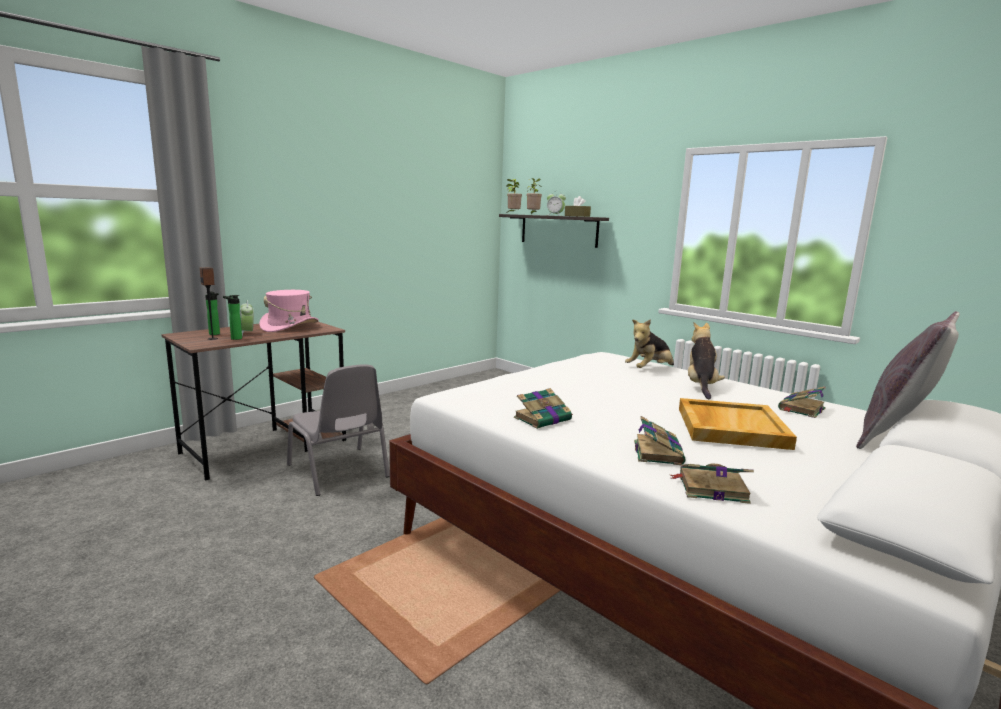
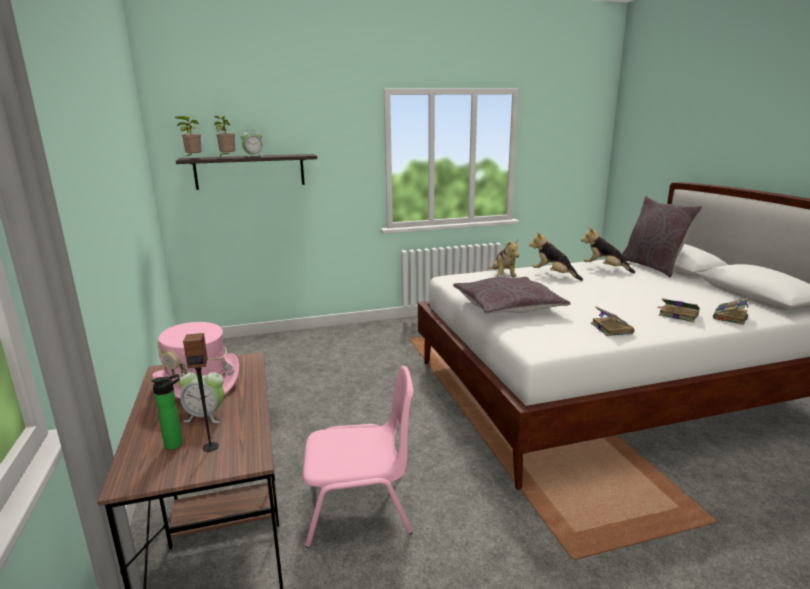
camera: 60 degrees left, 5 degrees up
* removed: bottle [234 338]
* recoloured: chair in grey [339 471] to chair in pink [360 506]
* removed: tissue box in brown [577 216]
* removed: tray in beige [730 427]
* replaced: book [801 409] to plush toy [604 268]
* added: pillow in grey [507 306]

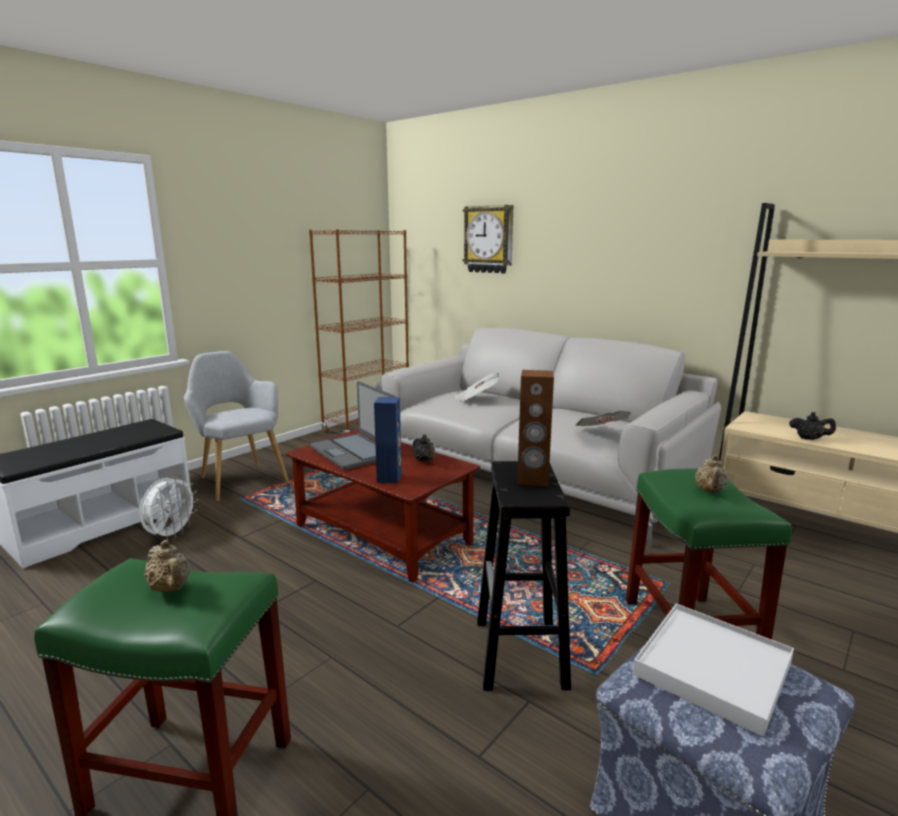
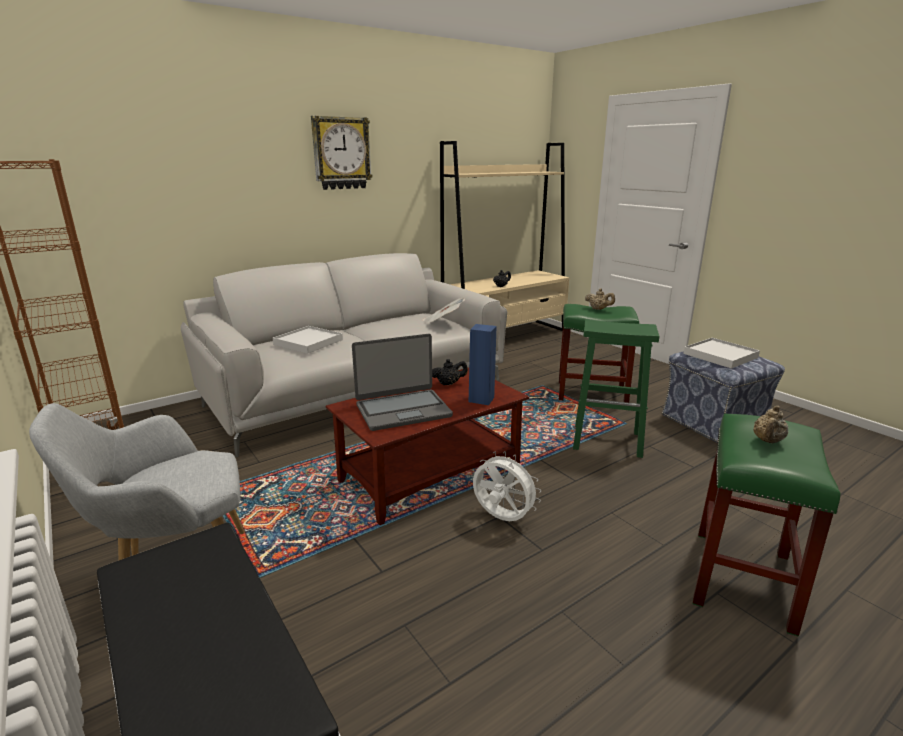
camera: 75 degrees left, 5 degrees up
* moved: fan in white [171 535] to [501 519]
* turned: teapot in beige [171 589] = [767 441] 150 degrees clockwise
* replaced: newspaper [477 399] to tray in white [308 342]
* moved: wall clock [489 239] to [341 153]
* recoloured: stool in black [520 654] to stool in green [608 441]
* removed: speaker in brown [533 479]

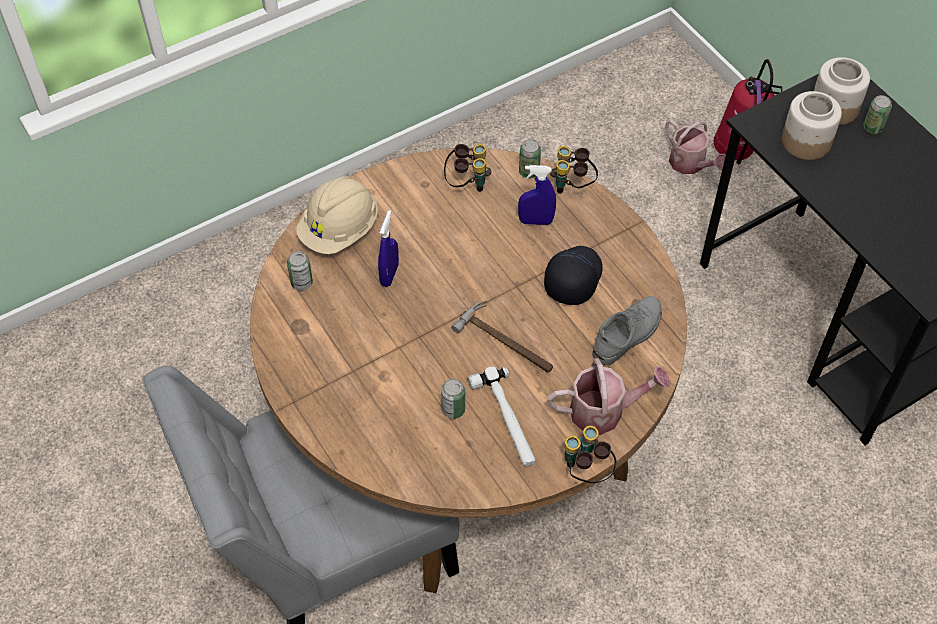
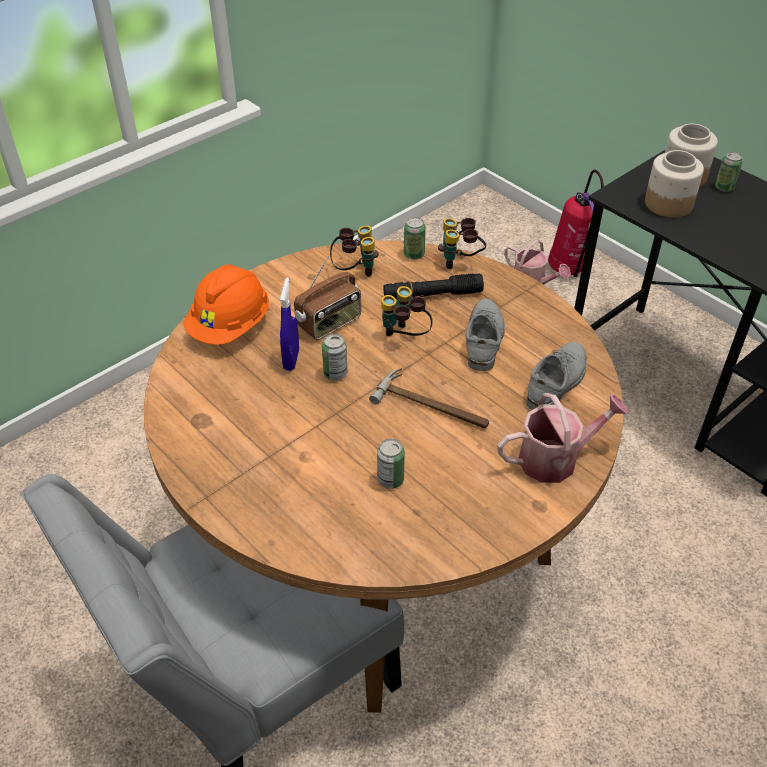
camera: 10 degrees left, 10 degrees down
* moved: can [302 283] to [335 373]
* recoloured: hard hat in beige [340 230] to hard hat in orange [230 326]
* removed: hammer [506 420]
* replaced: spray bottle in blue [535 221] to flashlight in black [432 295]
* replaced: cap in black [572 278] to shoe in grey [484 339]
* moved: binoculars [585 471] to [404 337]
* added: radio [329 323]

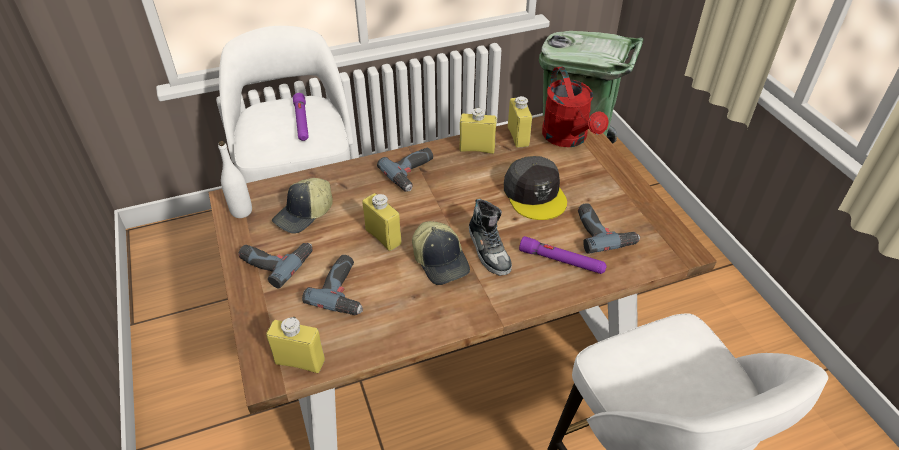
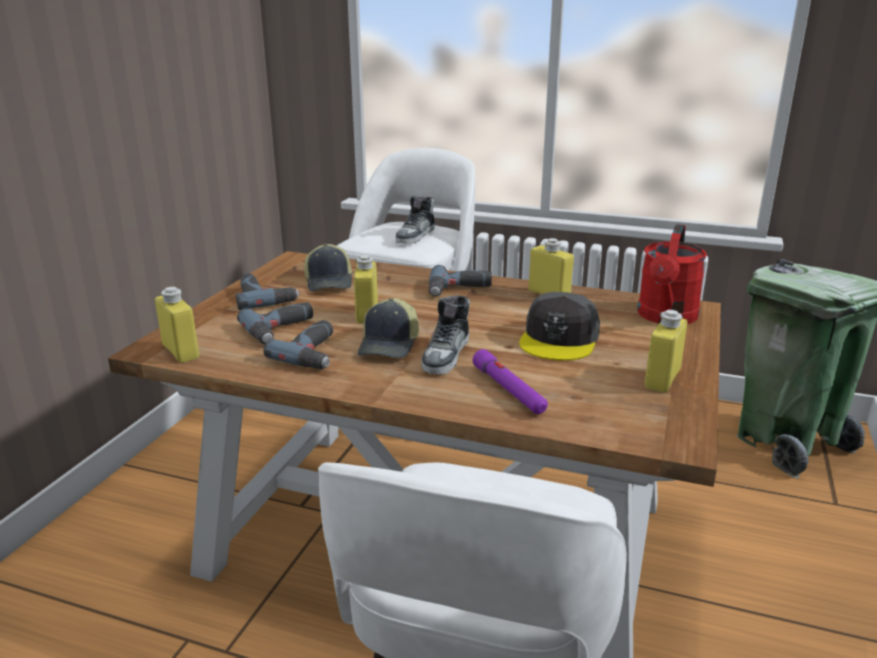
camera: 40 degrees right, 20 degrees down
* removed: bottle in white [241 211]
* turned: cap [304 214] = [330 282] 90 degrees counterclockwise
* replaced: flashlight in purple [302 122] to shoe [415 236]
* moved: bottle in yellow [518 137] to [662 379]
* moved: power drill [603 232] to [316 353]

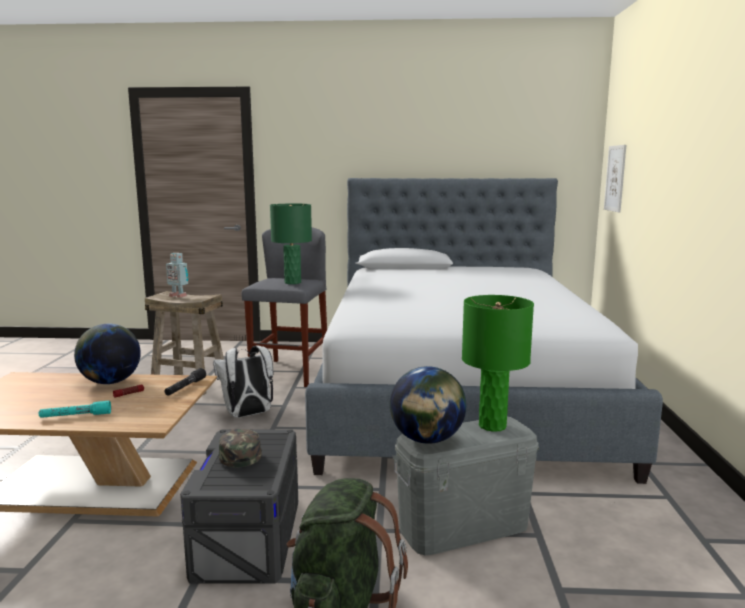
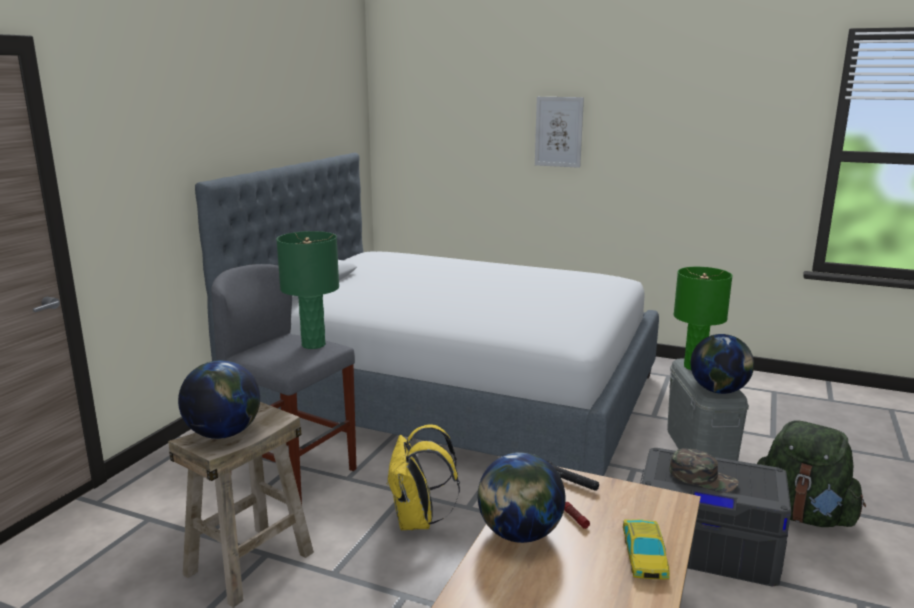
camera: 70 degrees left, 5 degrees up
* replaced: flashlight in turquoise [75 416] to toy car [644 555]
* replaced: toy robot [178 296] to globe [223 433]
* recoloured: backpack in white [248 415] to backpack in yellow [418 521]
* turned: cap in green [238 452] = [703 477] 150 degrees counterclockwise
* moved: picture [615 178] to [558 132]

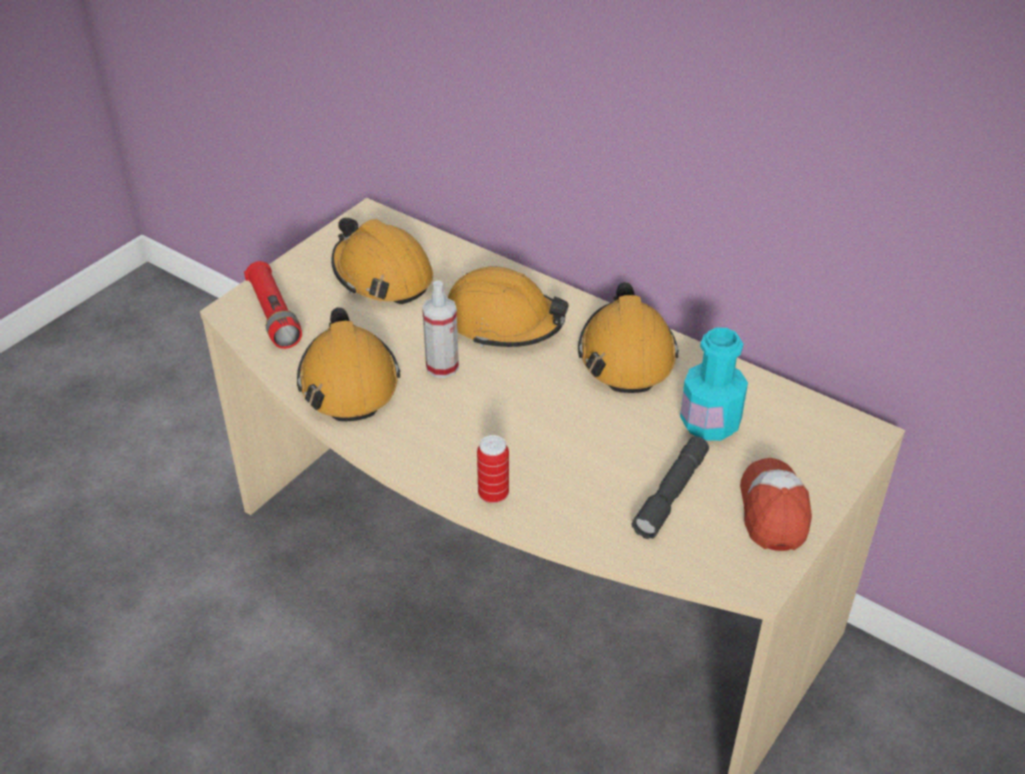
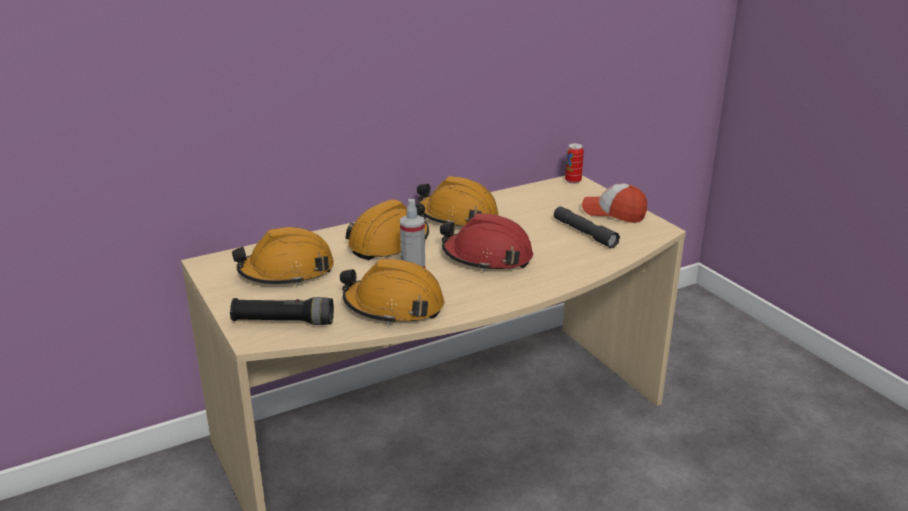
camera: 65 degrees left, 15 degrees down
* recoloured: flashlight in red [274 315] to flashlight in black [283 322]
* moved: can [493 494] to [573 181]
* removed: bottle in turquoise [710 423]
* added: hard hat in red [487 257]

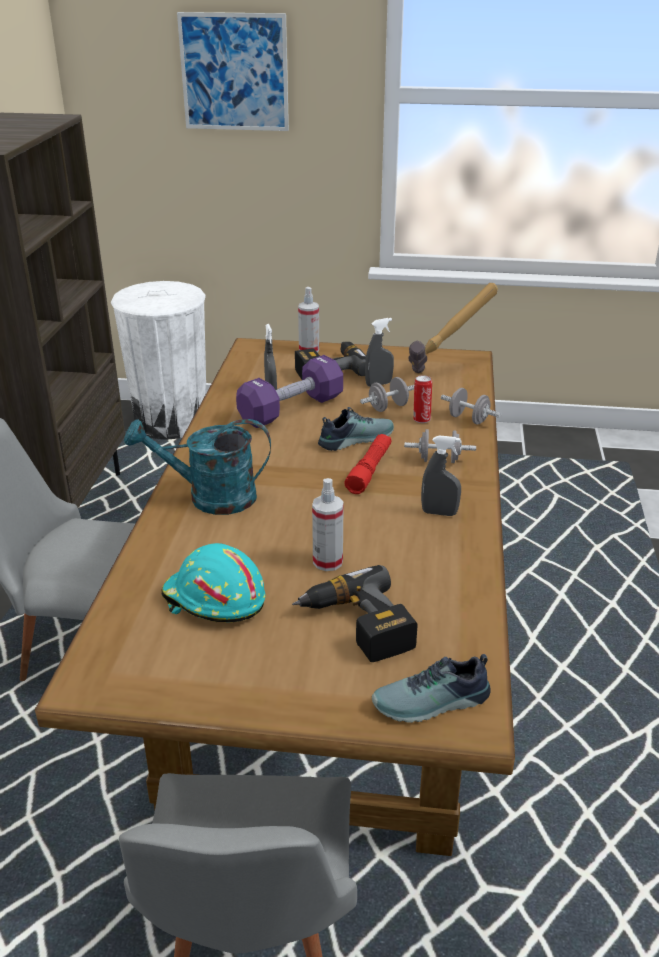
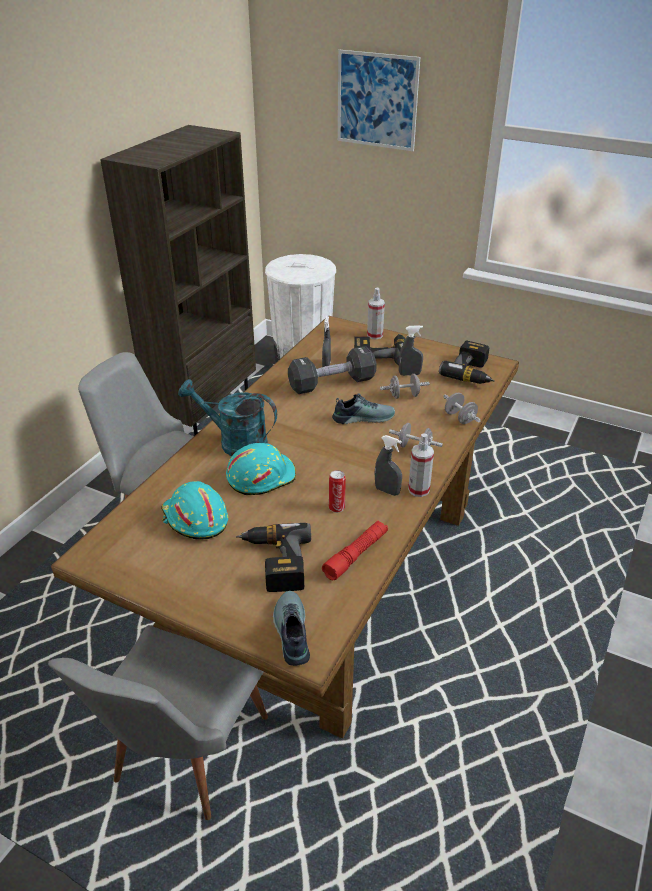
camera: 20 degrees right, 5 degrees up
* recoloured: dumbbell in purple [291 409] to dumbbell in black [332 383]
* moved: spray bottle [327 562] to [418 490]
* moved: flashlight in red [369 470] to [356 555]
* turned: shoe [432 703] = [290 632] 75 degrees clockwise
* replaced: hammer [449 370] to power drill [472 372]
* moved: can [421 419] to [336 507]
* added: hard hat in turquoise [261 476]

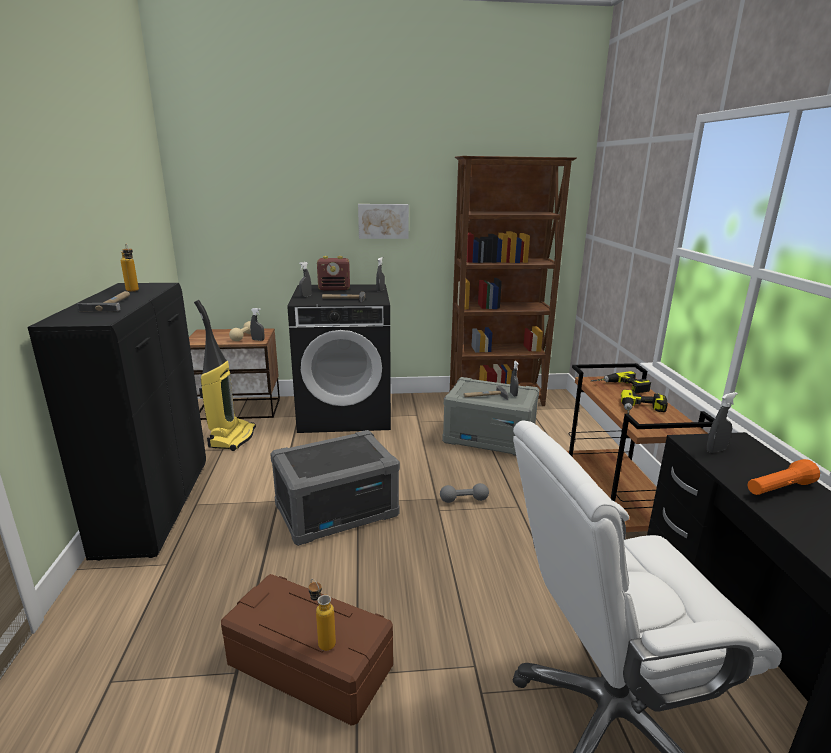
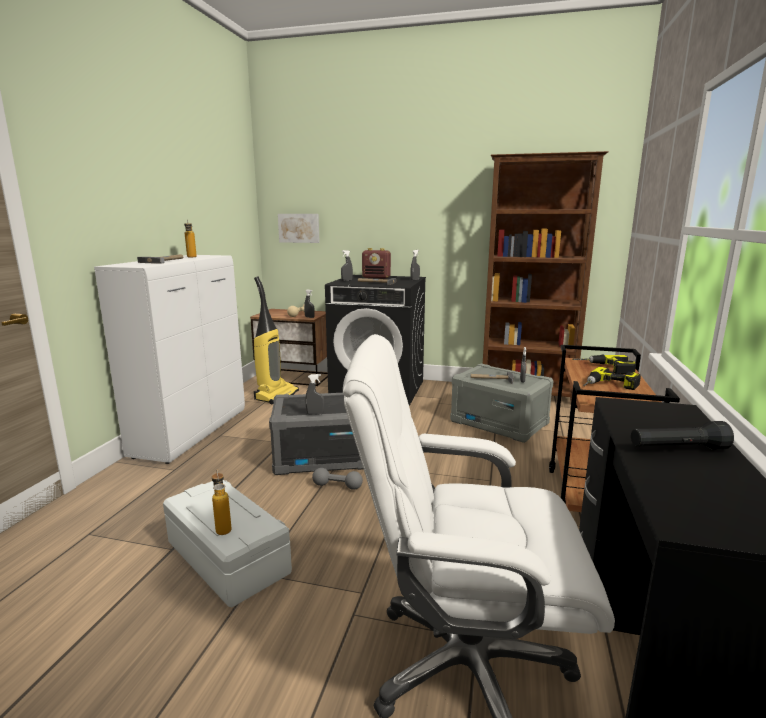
camera: 20 degrees right, 5 degrees down
* recoloured: cabinet in black [156 507] to cabinet in white [192 432]
* recoloured: storage box in brown [308 666] to storage box in white [226 558]
* moved: picture [383 221] to [299 228]
* moved: dumbbell in grey [464 500] to [337 486]
* moved: spray bottle in grey [716 450] to [315 414]
* recoloured: flashlight in orange [778 489] to flashlight in black [677 449]

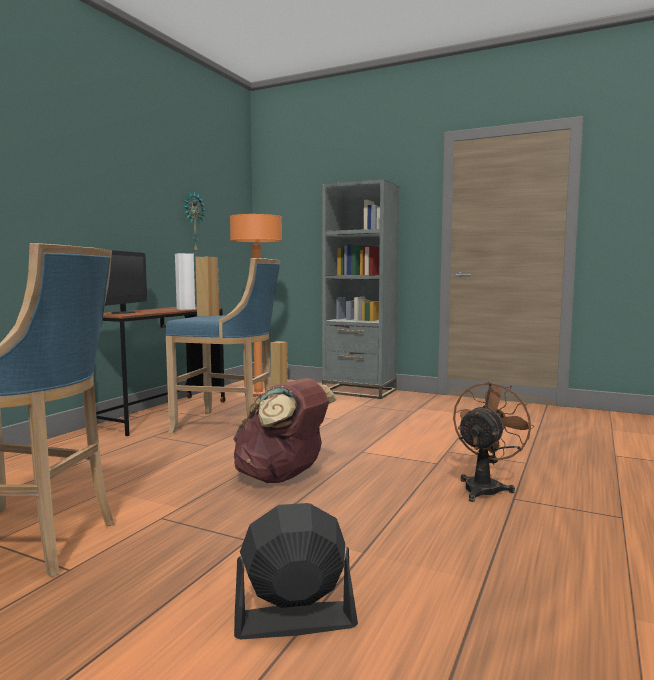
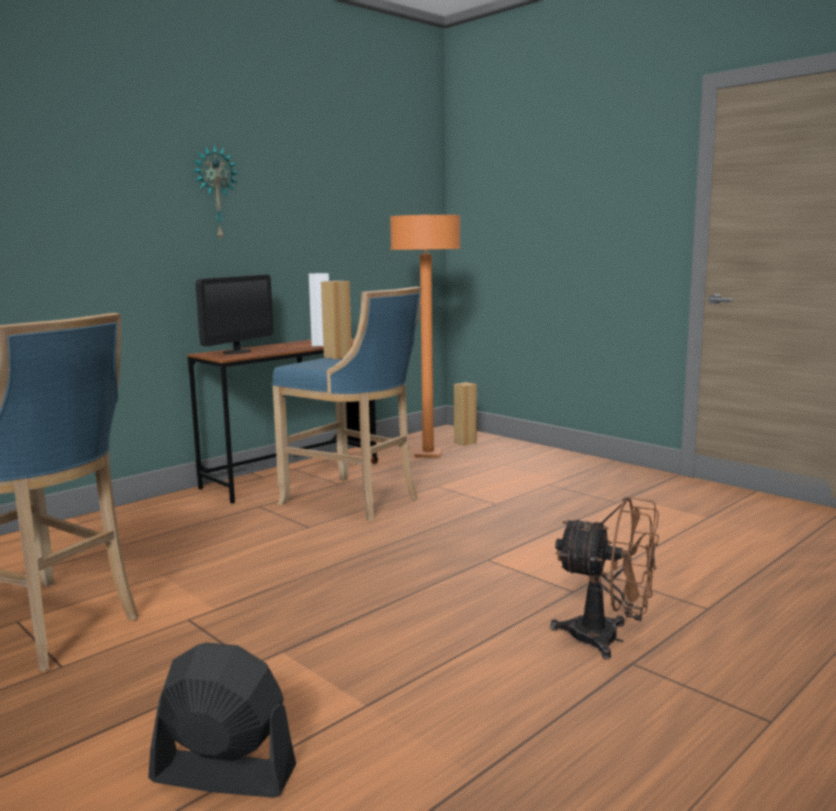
camera: 20 degrees right, 5 degrees up
* moved: wall clock [192 222] to [215 193]
* removed: backpack in brown [282 477]
* removed: bookcase in grey [359 391]
* turned: fan in brown [485 487] = [607 639] 60 degrees clockwise

